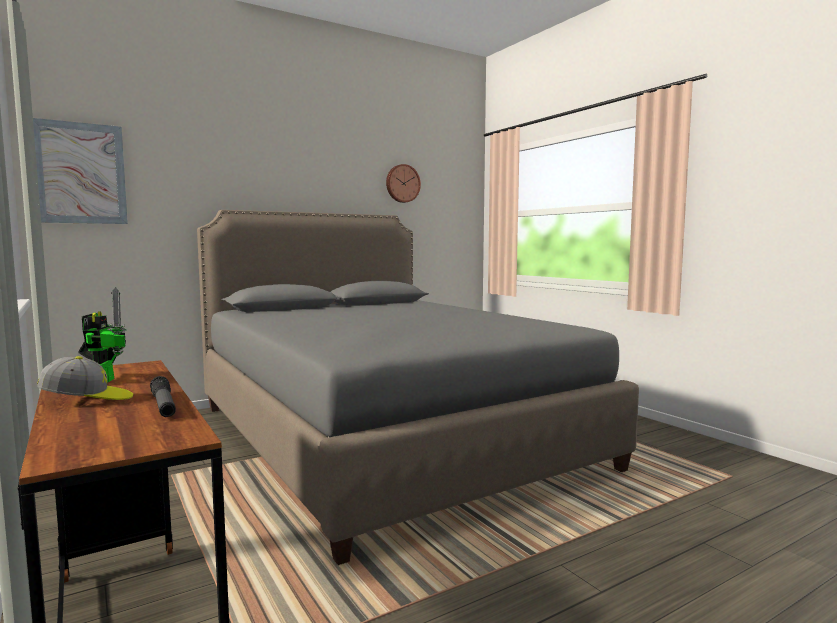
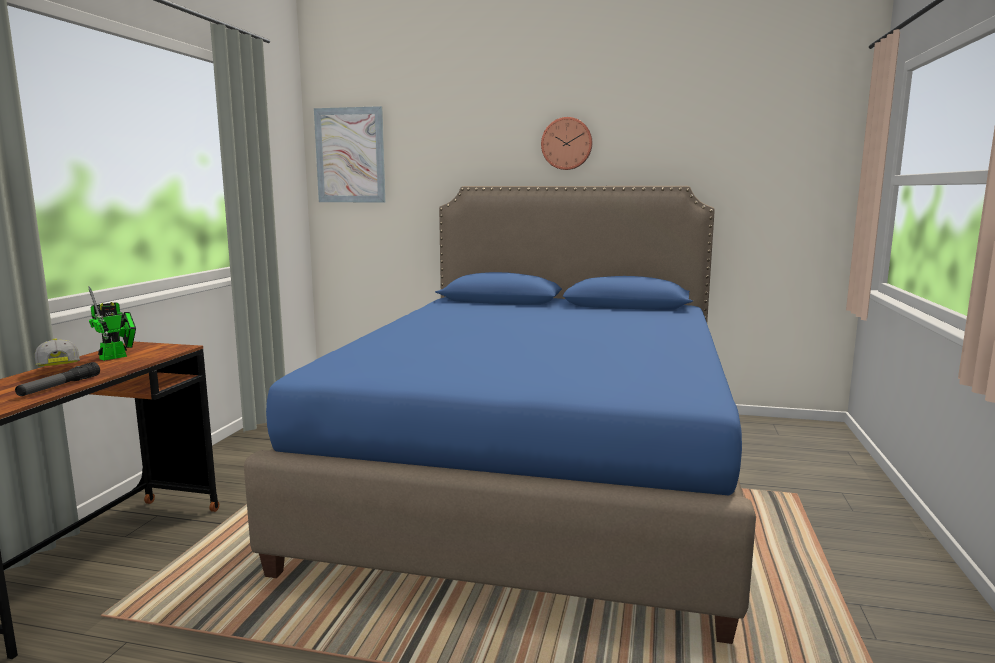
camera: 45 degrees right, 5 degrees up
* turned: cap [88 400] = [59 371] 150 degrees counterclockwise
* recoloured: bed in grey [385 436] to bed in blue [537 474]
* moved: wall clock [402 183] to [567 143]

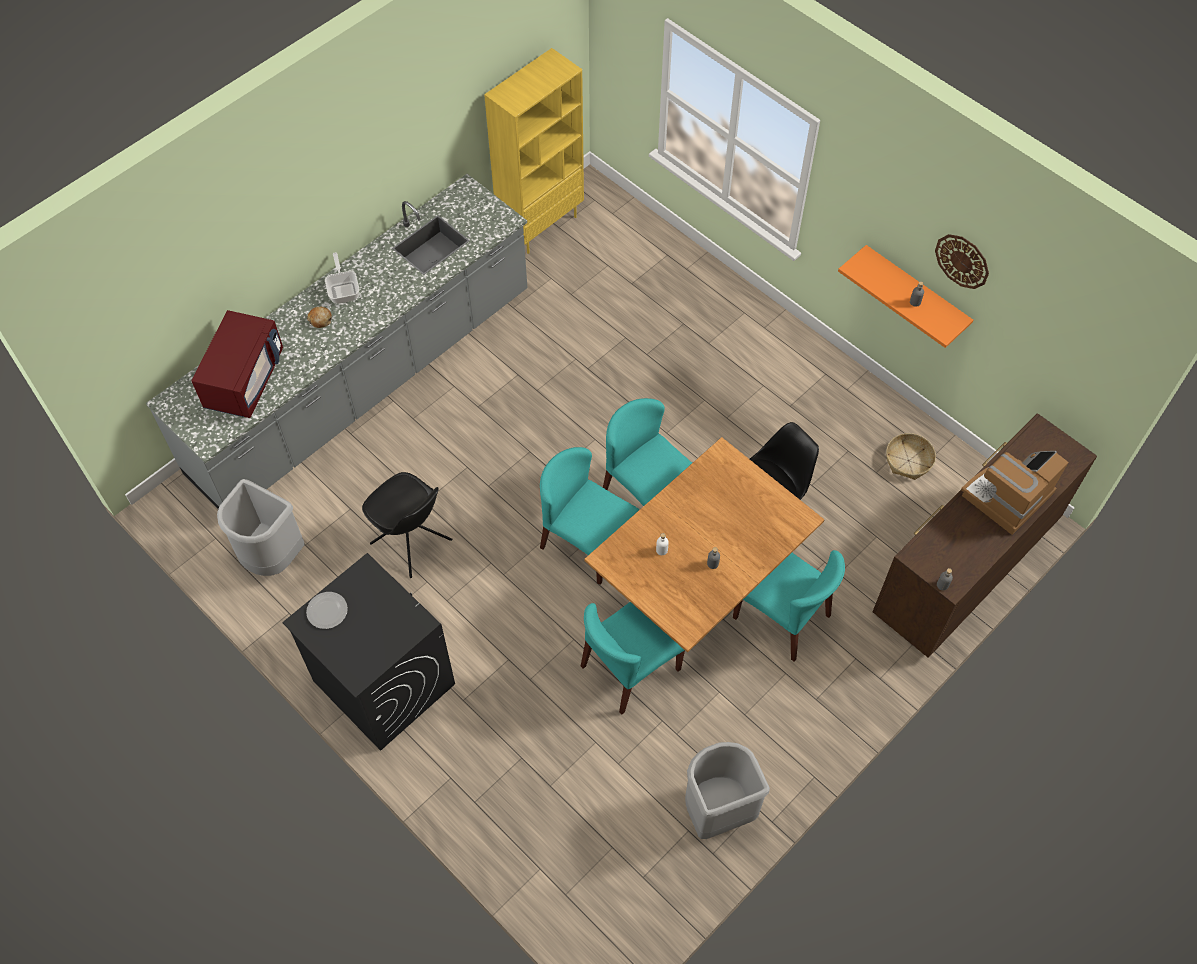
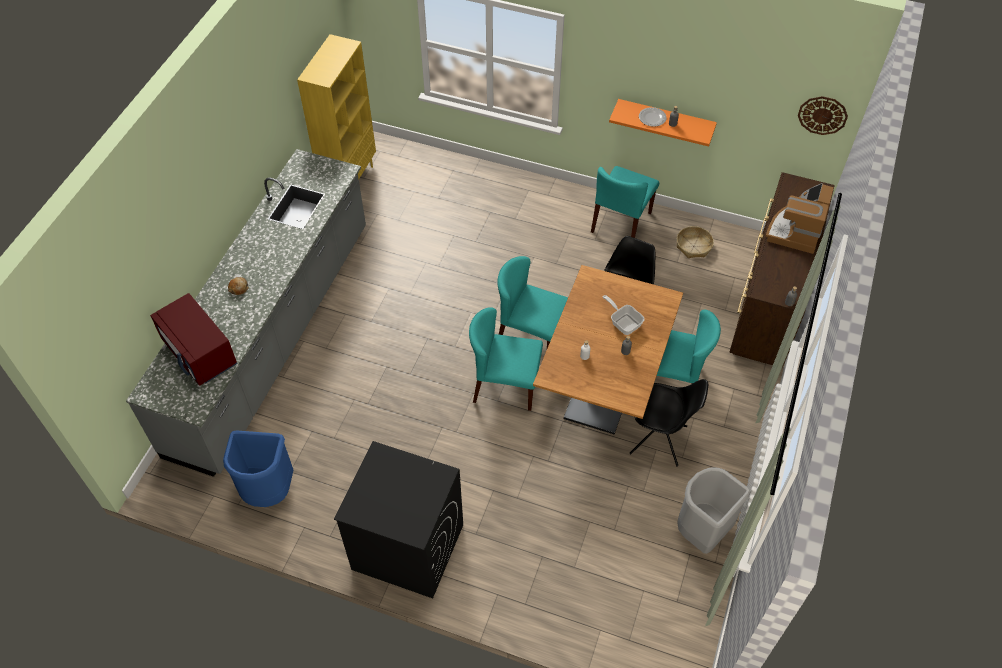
camera: 25 degrees left, 5 degrees down
* turned: microwave in red [244 379] = [200 353] 150 degrees clockwise
* recoloured: trash can in grey [272 557] to trash can in blue [268 491]
* moved: plate [327 611] to [652 118]
* moved: frying pan [344 290] to [623 322]
* moved: chair in black [412 543] to [659 440]
* moved: chair in turquoise [630 668] to [621 223]
* moved: wall clock [962 261] to [822 115]

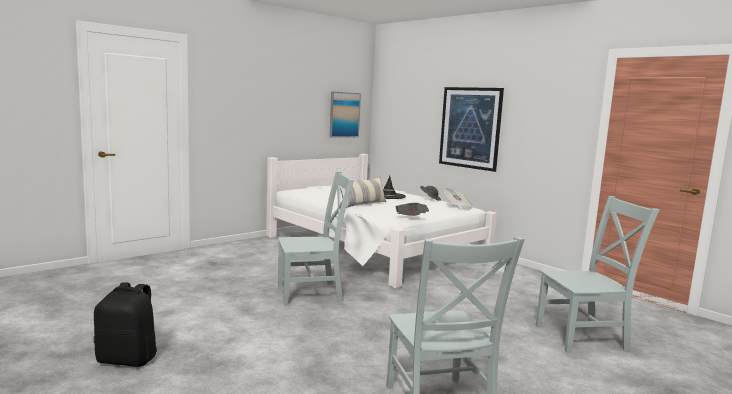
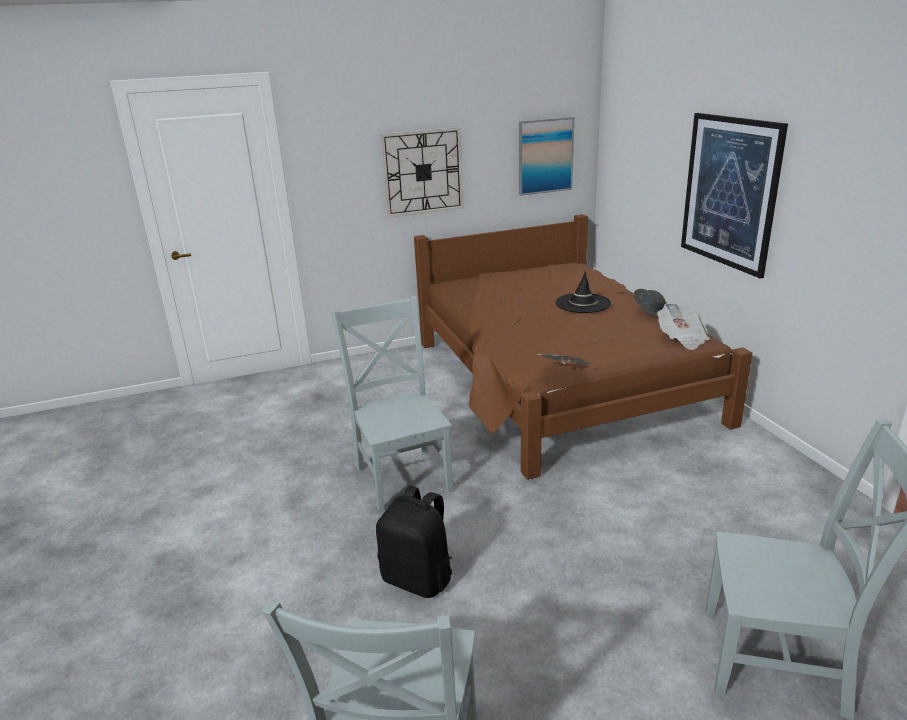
camera: 25 degrees right, 15 degrees up
* moved: backpack in black [128 359] to [418 578]
* recoloured: bed in white [374 248] to bed in brown [558 381]
* turned: chair in grey [313 293] = [402 475] 120 degrees counterclockwise
* removed: pillow [362 204]
* added: wall clock [423 172]

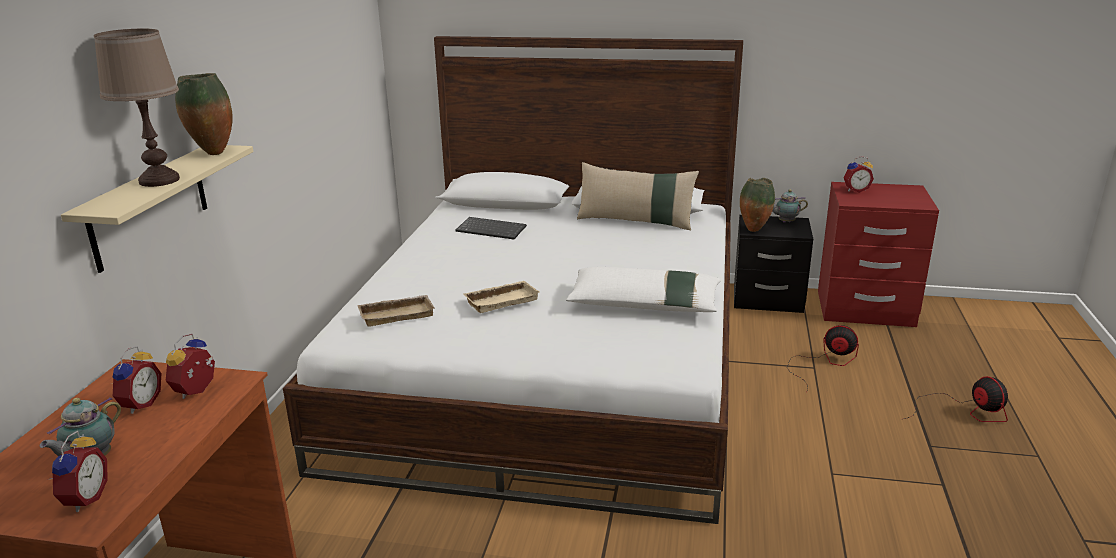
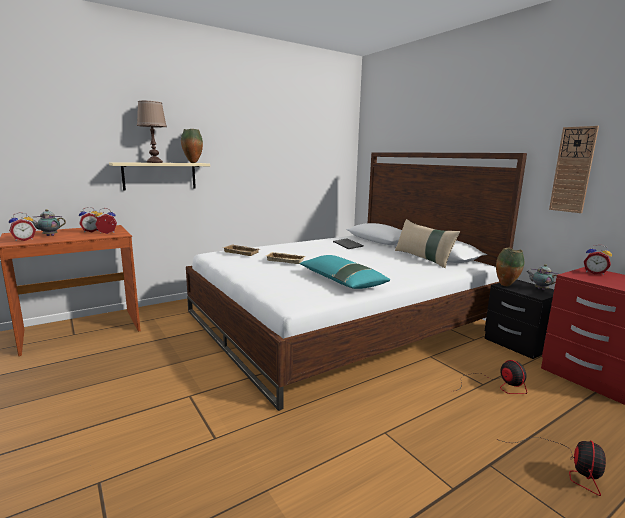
camera: 45 degrees right, 10 degrees down
* recoloured: pillow in white [644 304] to pillow in turquoise [341 280]
* added: wall clock [573 170]

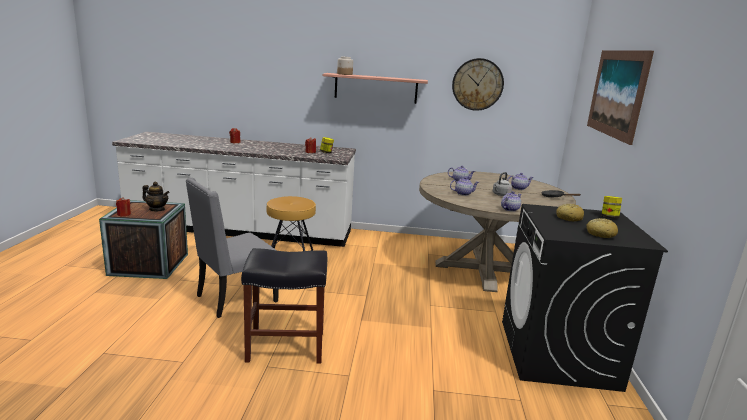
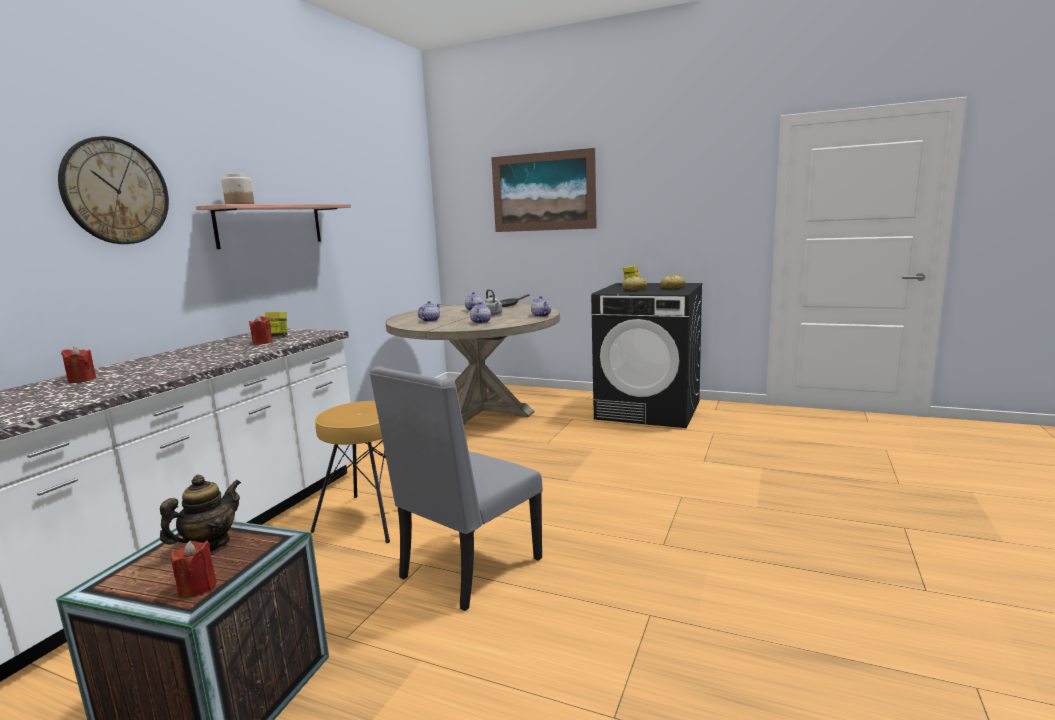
camera: 70 degrees left, 5 degrees down
* turned: chair in grey [235 299] = [468 569] 60 degrees clockwise
* removed: stool in black [284 346]
* moved: wall clock [477 84] to [115 191]

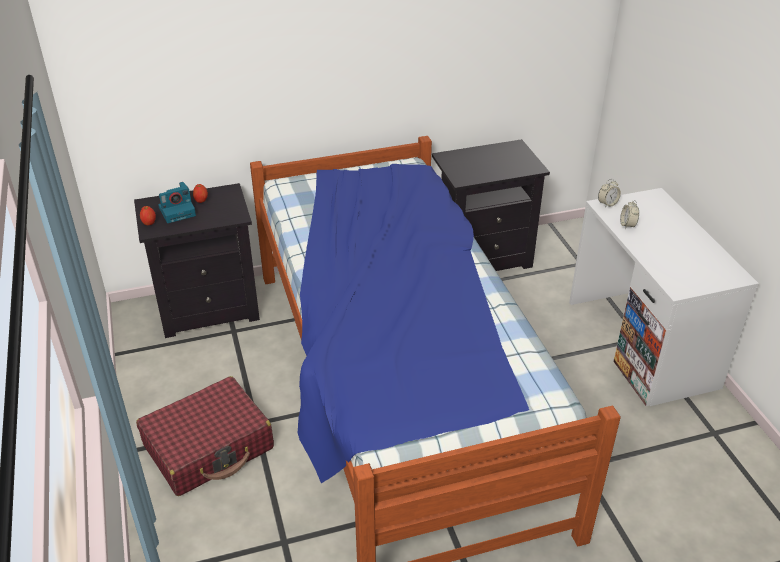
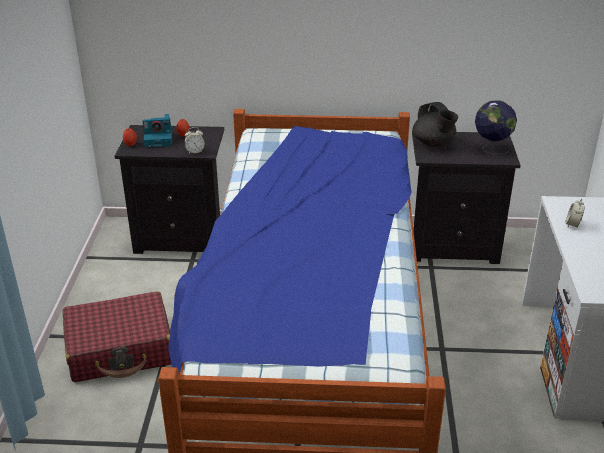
camera: 20 degrees right, 5 degrees down
* moved: alarm clock [607 204] to [195 151]
* added: teapot in black [433 143]
* added: globe [491 148]

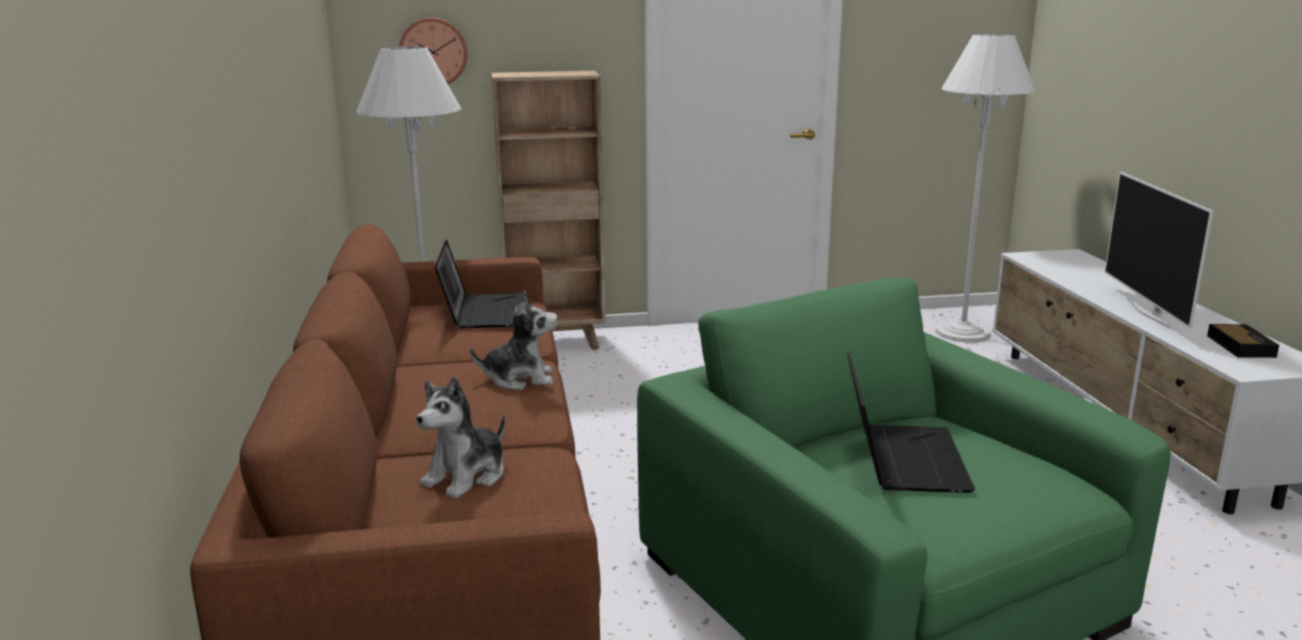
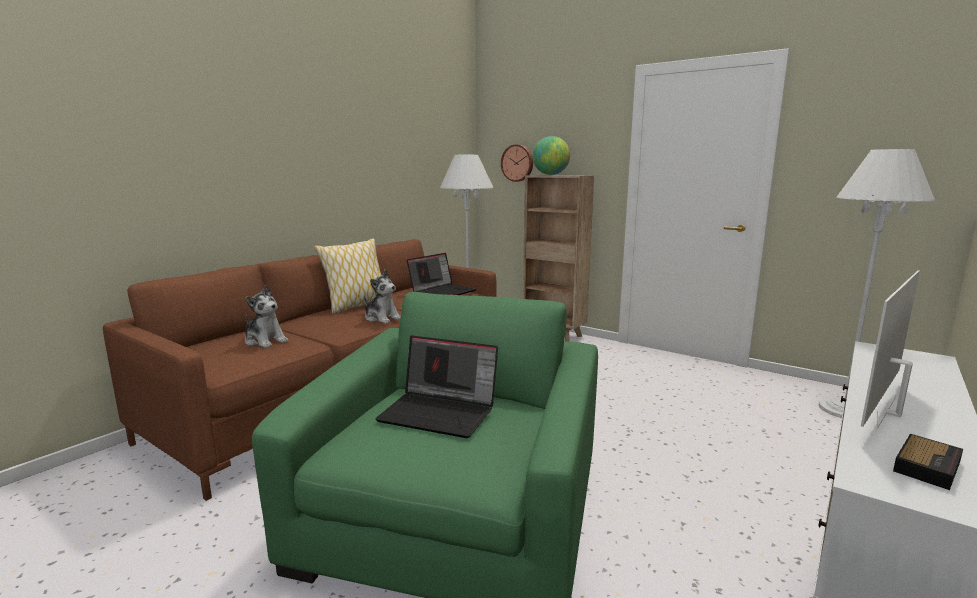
camera: 45 degrees right, 5 degrees down
* turned: plush toy [467 476] = [265 341] 135 degrees counterclockwise
* turned: laptop [901 458] = [440 412] 60 degrees clockwise
* added: pillow [356 306]
* added: globe [550 174]

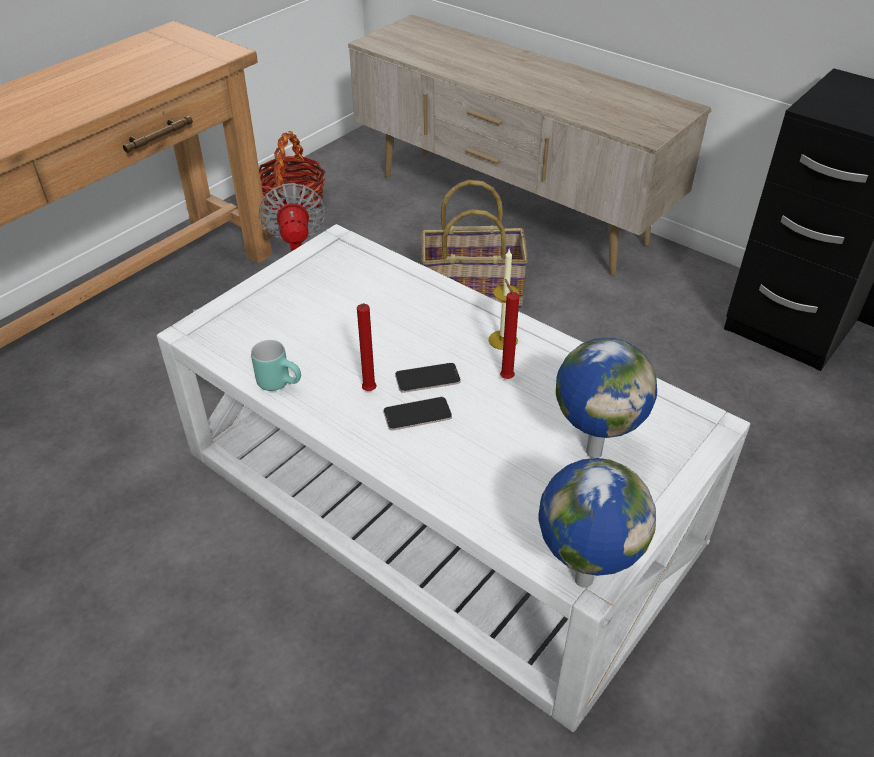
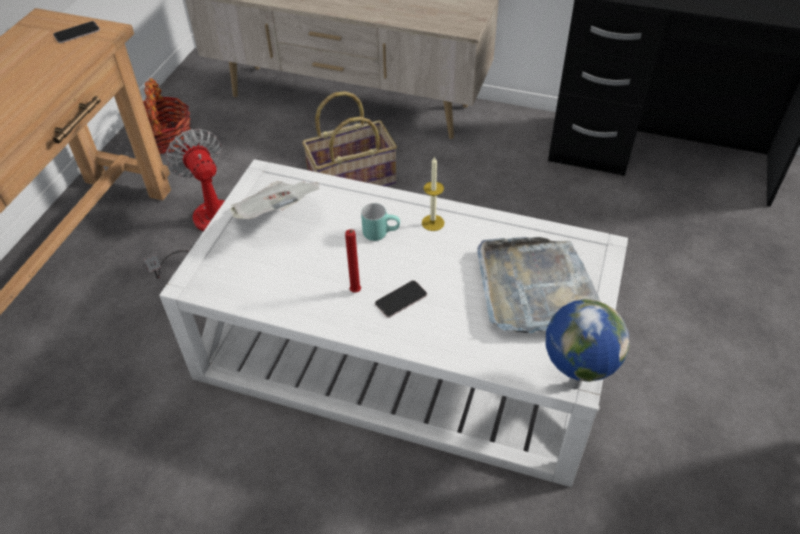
camera: 20 degrees left, 5 degrees up
* moved: mug in turquoise [281 382] to [381 232]
* moved: phone [427 378] to [77 33]
* removed: candle in red [505 377]
* replaced: globe [593 451] to tray in grey [537 289]
* added: newspaper [277 215]

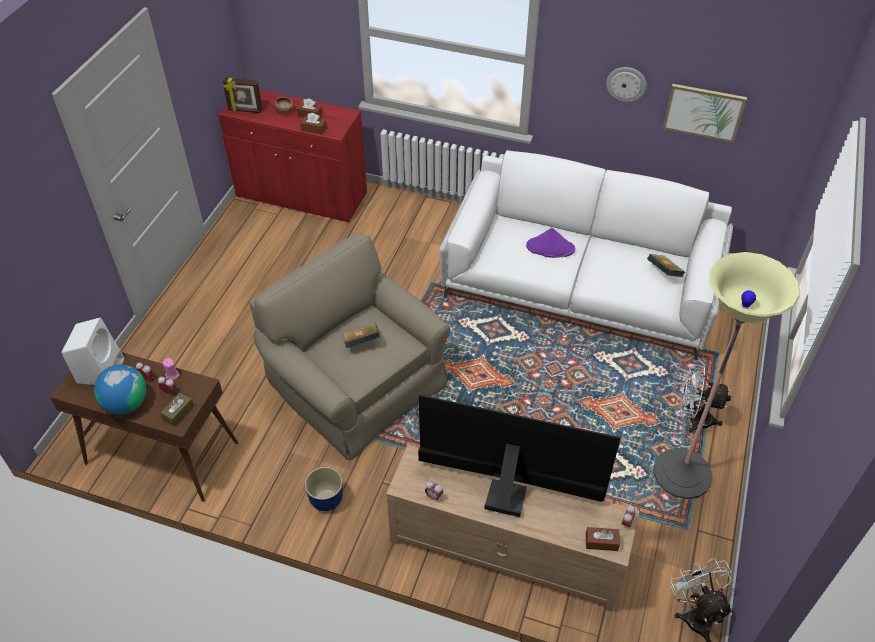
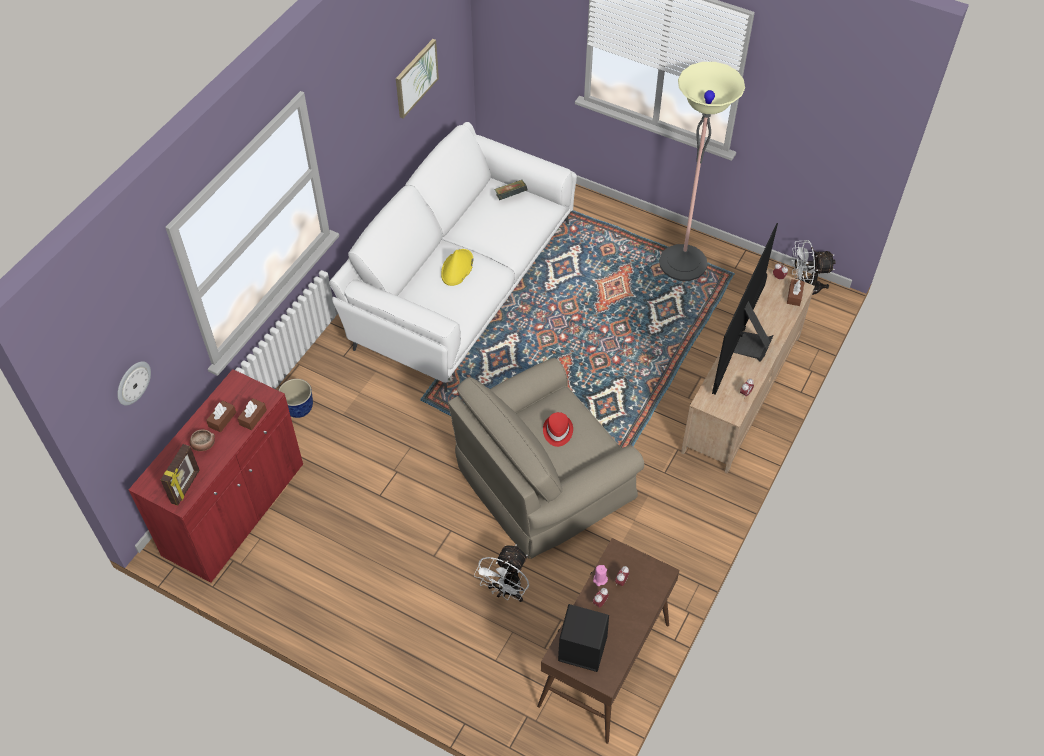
camera: 80 degrees left, 5 degrees up
* recoloured: speaker in white [100 369] to speaker in black [581 649]
* removed: globe [126 404]
* removed: tissue box in brown [178 413]
* moved: planter [326 500] to [299 409]
* replaced: book [362 343] to hat in red [557 431]
* recoloured: hat in purple [550 248] to hat in yellow [457 268]
* moved: wall clock [626 84] to [132 382]
* moved: fan in white [694 419] to [506 591]

